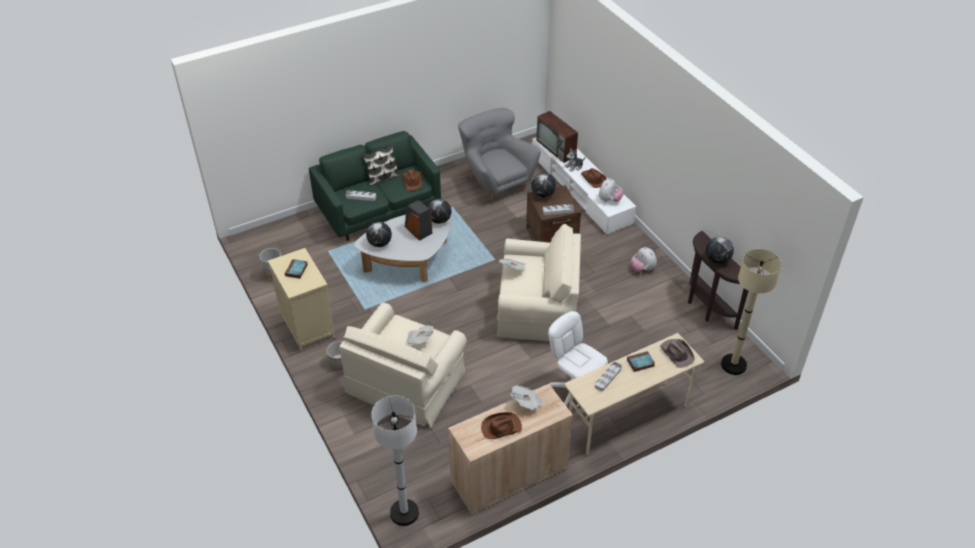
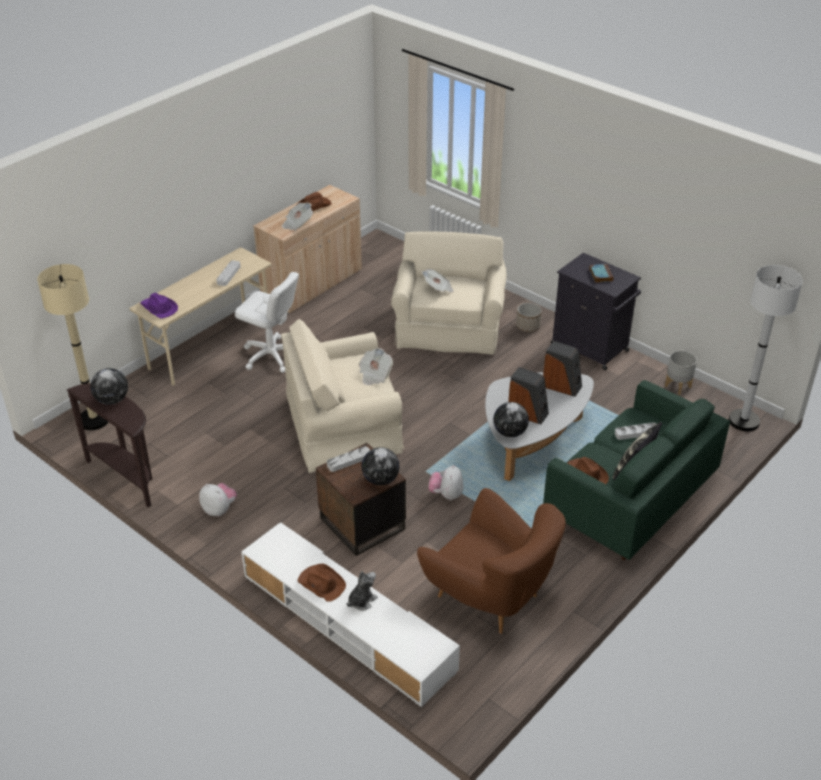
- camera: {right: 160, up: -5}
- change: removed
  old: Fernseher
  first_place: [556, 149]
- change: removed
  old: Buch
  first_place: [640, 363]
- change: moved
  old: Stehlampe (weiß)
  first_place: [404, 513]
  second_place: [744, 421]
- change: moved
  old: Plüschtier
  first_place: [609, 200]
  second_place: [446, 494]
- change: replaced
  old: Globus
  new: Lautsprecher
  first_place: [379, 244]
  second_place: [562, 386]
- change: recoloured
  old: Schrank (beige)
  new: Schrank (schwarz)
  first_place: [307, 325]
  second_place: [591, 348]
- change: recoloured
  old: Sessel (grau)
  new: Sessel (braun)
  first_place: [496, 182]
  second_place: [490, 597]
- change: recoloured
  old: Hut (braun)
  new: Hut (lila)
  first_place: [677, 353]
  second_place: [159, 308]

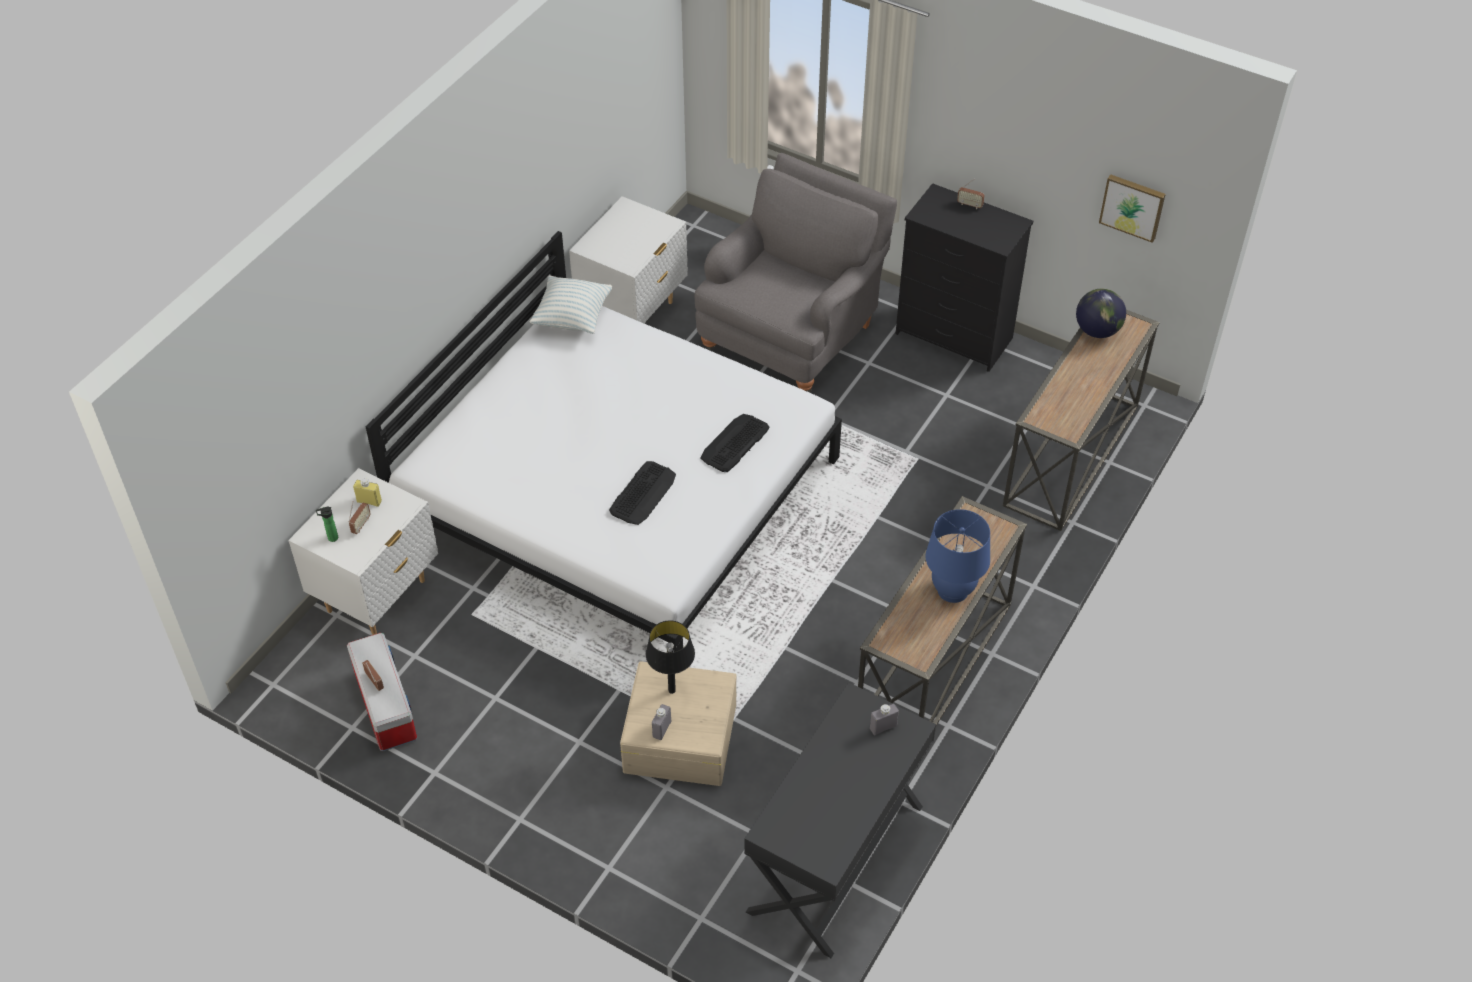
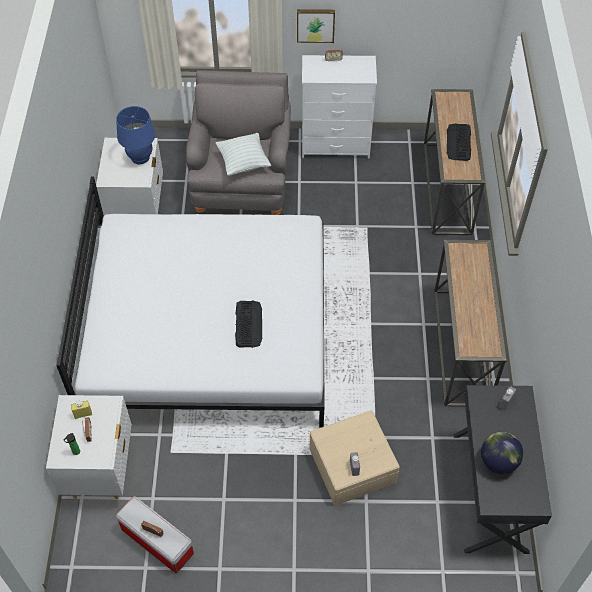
- camera: {right: -30, up: 5}
- change: removed
  old: Tischlampe (schwarz)
  first_place: [671, 690]
- change: moved
  old: Kissen
  first_place: [572, 318]
  second_place: [243, 163]
- change: moved
  old: Tastatur
  first_place: [734, 443]
  second_place: [459, 142]
- change: moved
  old: Tischlampe (blau)
  first_place: [953, 590]
  second_place: [140, 157]
- change: moved
  old: Globus
  first_place: [1097, 331]
  second_place: [498, 462]
- change: moved
  old: Bild
  first_place: [1133, 206]
  second_place: [315, 24]
- change: recoloured
  old: Kommode (schwarz)
  new: Kommode (weiß)
  first_place: [954, 336]
  second_place: [336, 145]

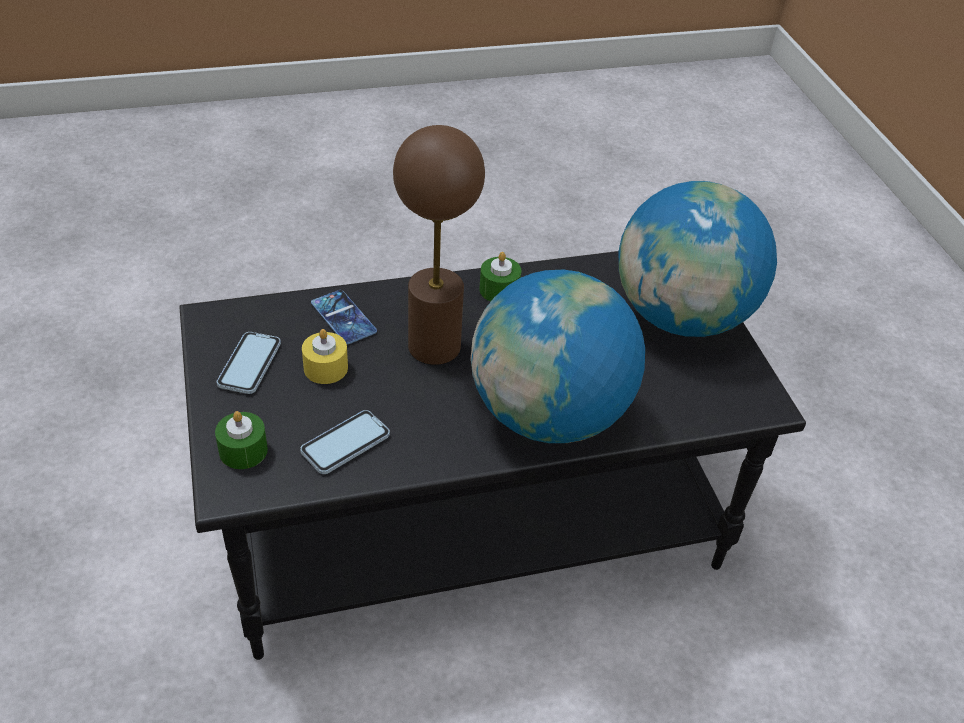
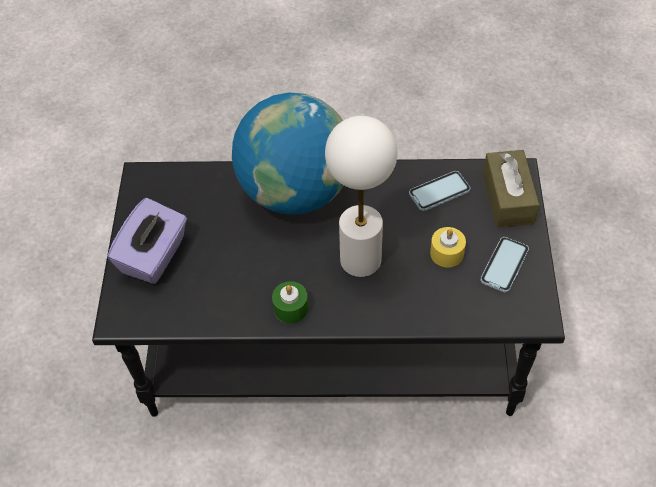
- camera: {right: -160, up: 10}
- change: removed
  old: Handy
  first_place: [343, 317]
- change: replaced
  old: Kerze (grün)
  new: Taschentuchbox (braun)
  first_place: [243, 450]
  second_place: [508, 198]
- change: replaced
  old: Globus
  new: Taschentuchbox (lila)
  first_place: [682, 317]
  second_place: [154, 256]
- change: recoloured
  old: Tischlampe (braun)
  new: Tischlampe (weiß)
  first_place: [433, 346]
  second_place: [361, 260]

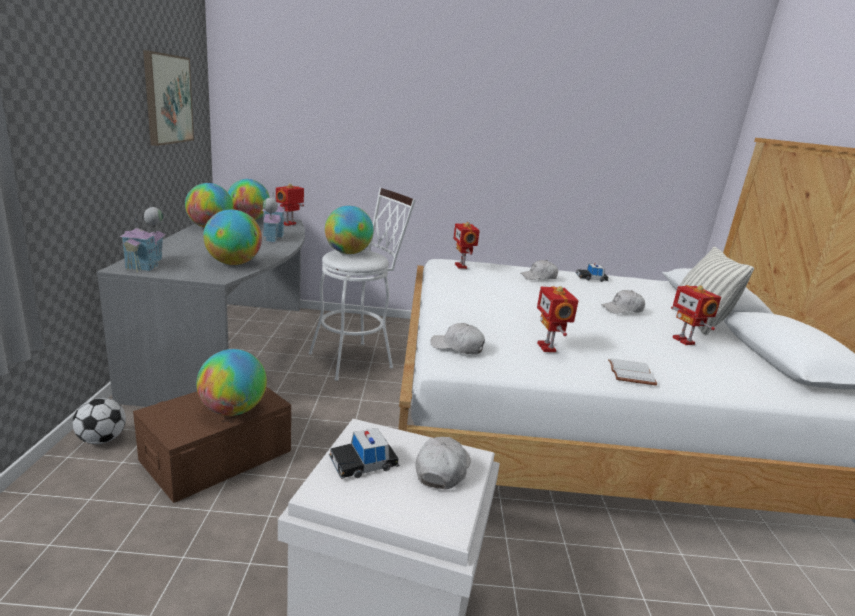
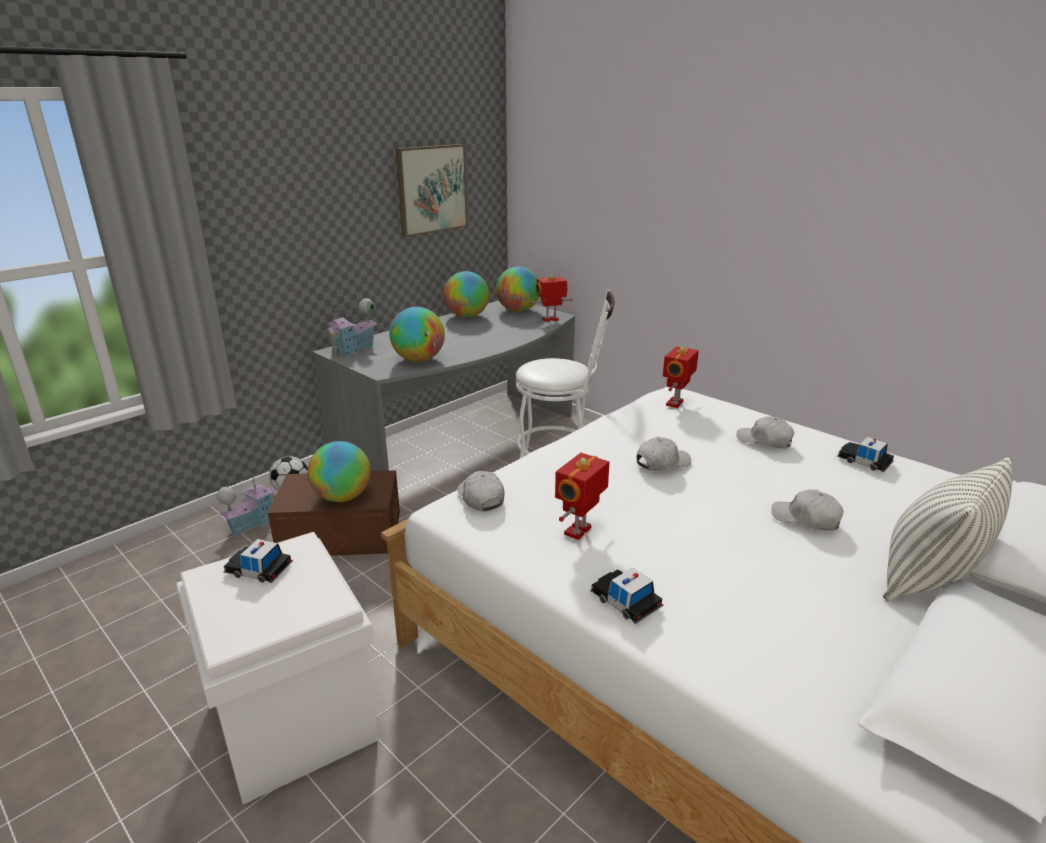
- camera: {right: 45, up: 5}
- change: removed
  old: Globus
  first_place: [348, 253]
- change: removed
  old: Spielzeugroboter
  first_place: [684, 341]
- change: moved
  old: Spielzeughaus
  first_place: [272, 237]
  second_place: [252, 524]
- change: moved
  old: Kappe (weiß)
  first_place: [442, 469]
  second_place: [662, 462]
- change: replaced
  old: Buch (weiß)
  new: Spielzeugauto
  first_place: [632, 374]
  second_place: [625, 601]

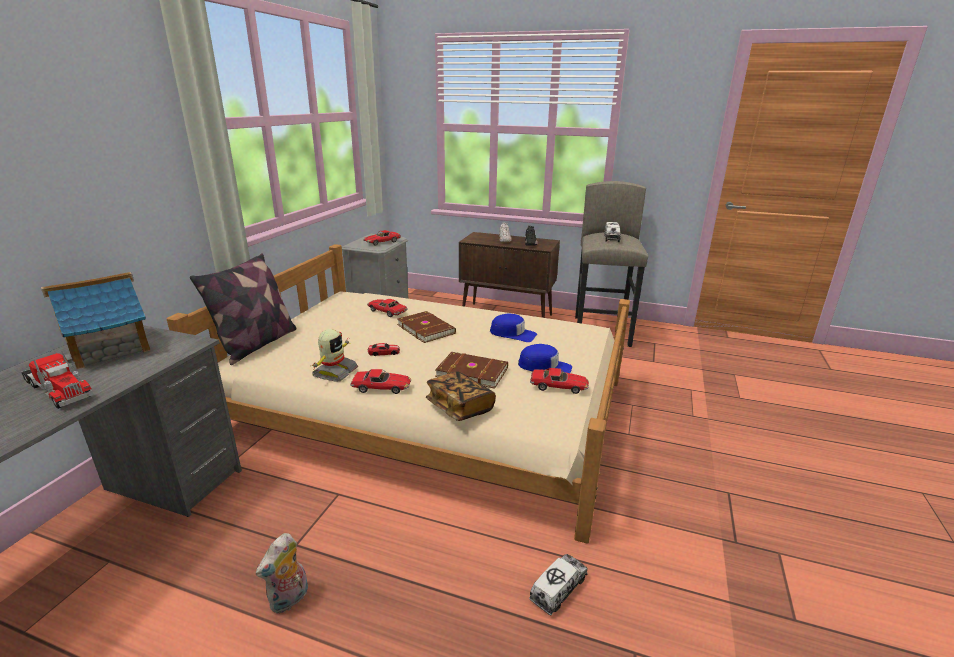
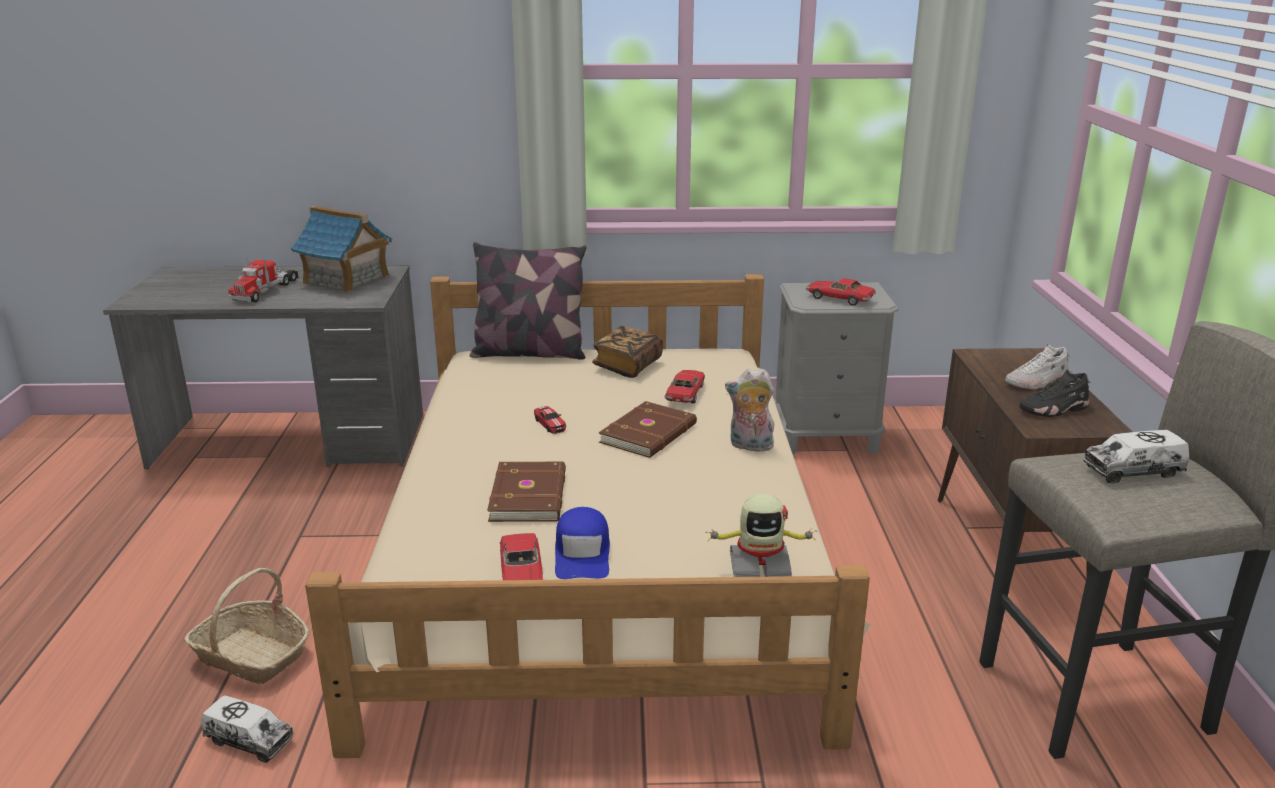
- camera: {right: 70, up: 0}
- change: removed
  old: Spielzeugauto
  first_place: [382, 387]
- change: removed
  old: Kappe (blau)
  first_place: [513, 334]
- change: added
  new: Korb
  second_place: [252, 656]
- change: moved
  old: Plüschtier
  first_place: [290, 600]
  second_place: [749, 446]
- change: moved
  old: Spielzeugroboter
  first_place: [334, 372]
  second_place: [759, 568]
- change: moved
  old: Buch
  first_place: [460, 407]
  second_place: [627, 366]

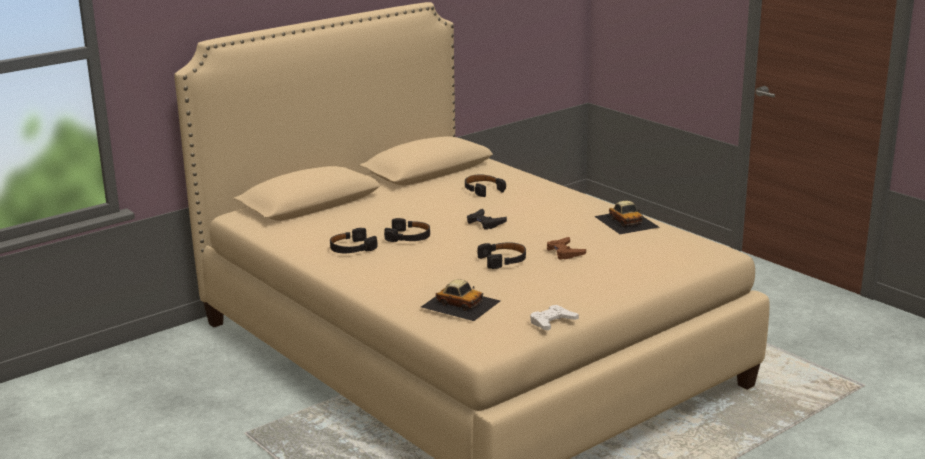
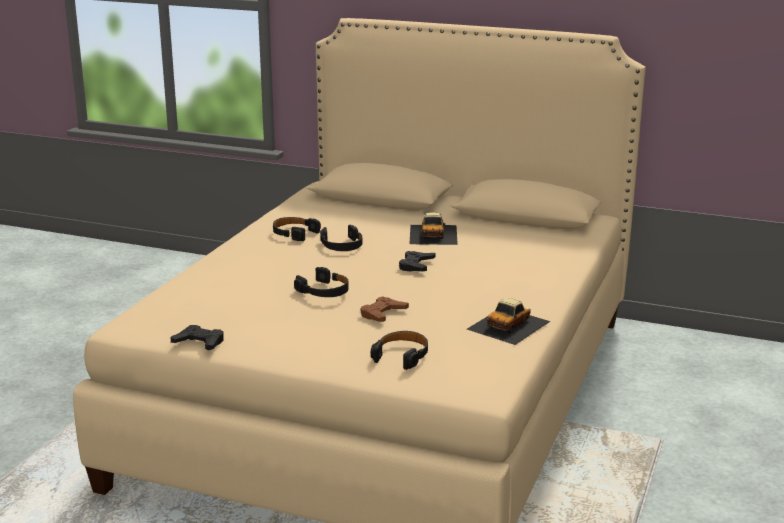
- camera: {right: 60, up: 0}
- change: moved
  old: Spielzeugauto
  first_place: [460, 303]
  second_place: [433, 234]
- change: moved
  old: Kopfhörer (schwarz)
  first_place: [483, 189]
  second_place: [402, 355]
- change: recoloured
  old: Gamepad (weiß)
  new: Gamepad (schwarz)
  first_place: [552, 322]
  second_place: [199, 342]

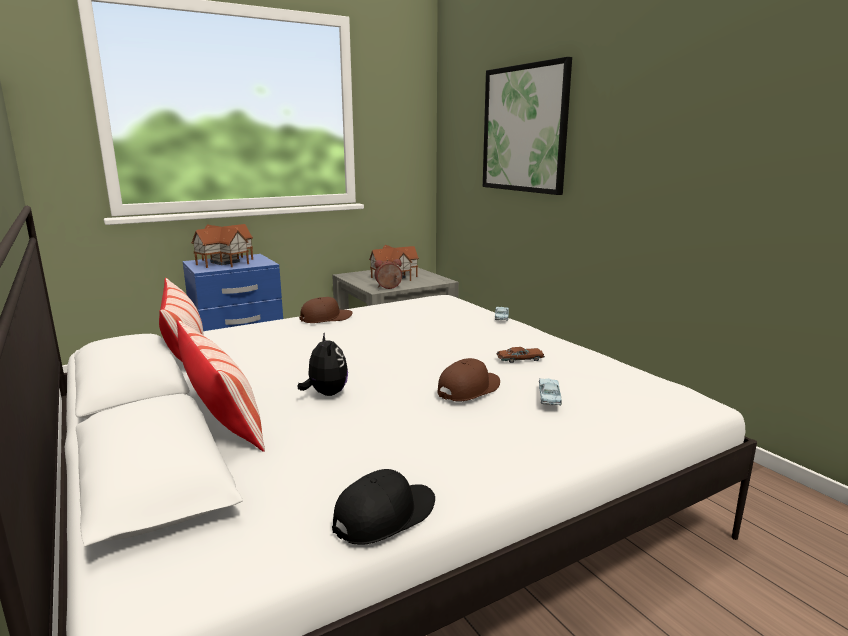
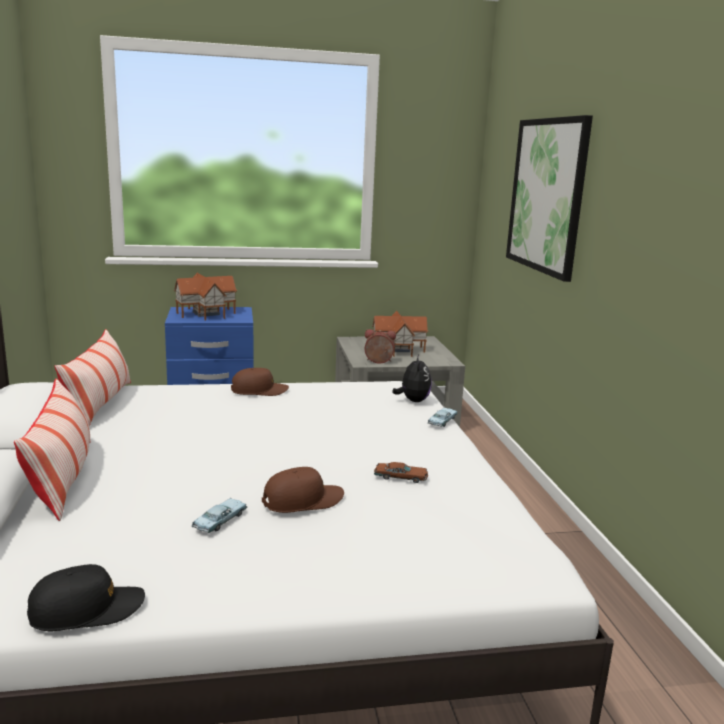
- camera: {right: 20, up: 0}
- change: moved
  old: Plüschtier
  first_place: [326, 394]
  second_place: [413, 400]
- change: moved
  old: Spielzeugauto (blau)
  first_place: [549, 396]
  second_place: [220, 521]

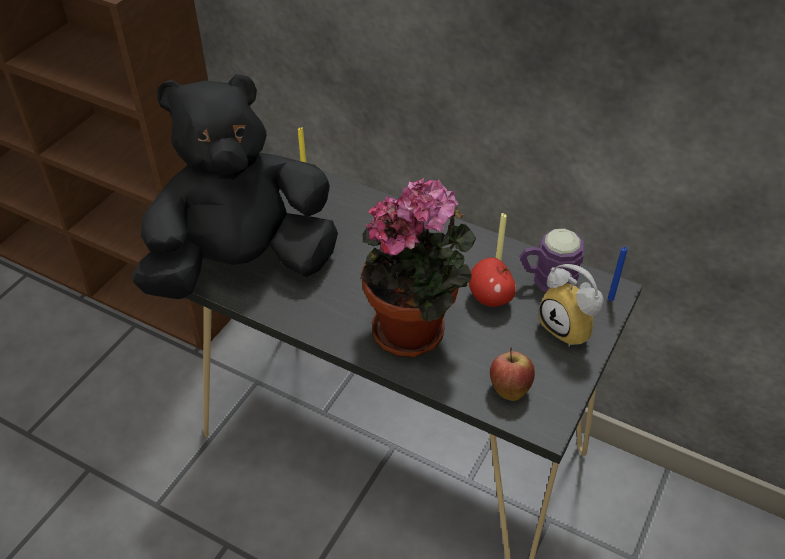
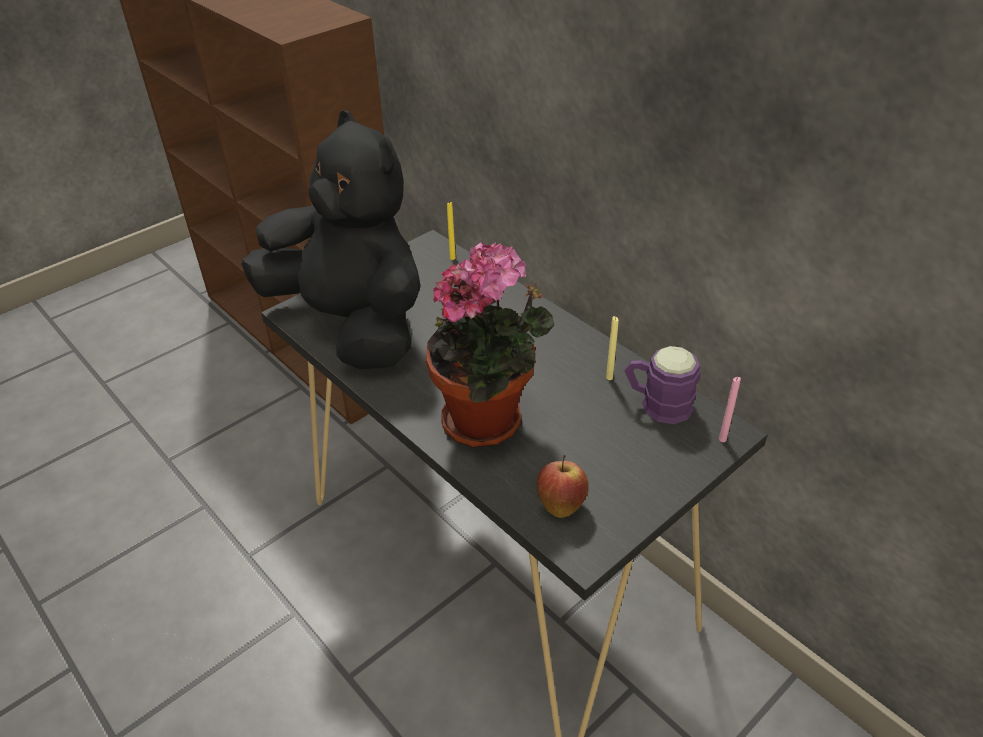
- camera: {right: 20, up: -5}
- change: removed
  old: Apfel
  first_place: [490, 298]
- change: removed
  old: Wecker
  first_place: [571, 328]
- change: recoloured
  old: Kerze (blau)
  new: Kerze (rosa)
  first_place: [610, 298]
  second_place: [722, 439]
- change: turned
  old: Plüschtier (schwarz)
  first_place: [243, 265]
  second_place: [352, 324]
  degrees: 45

